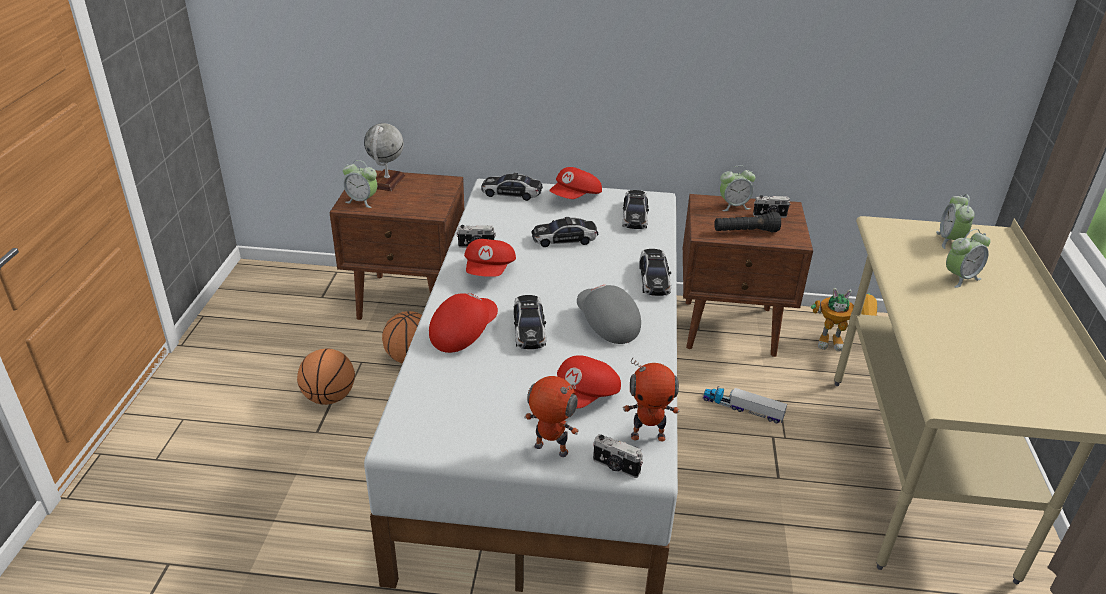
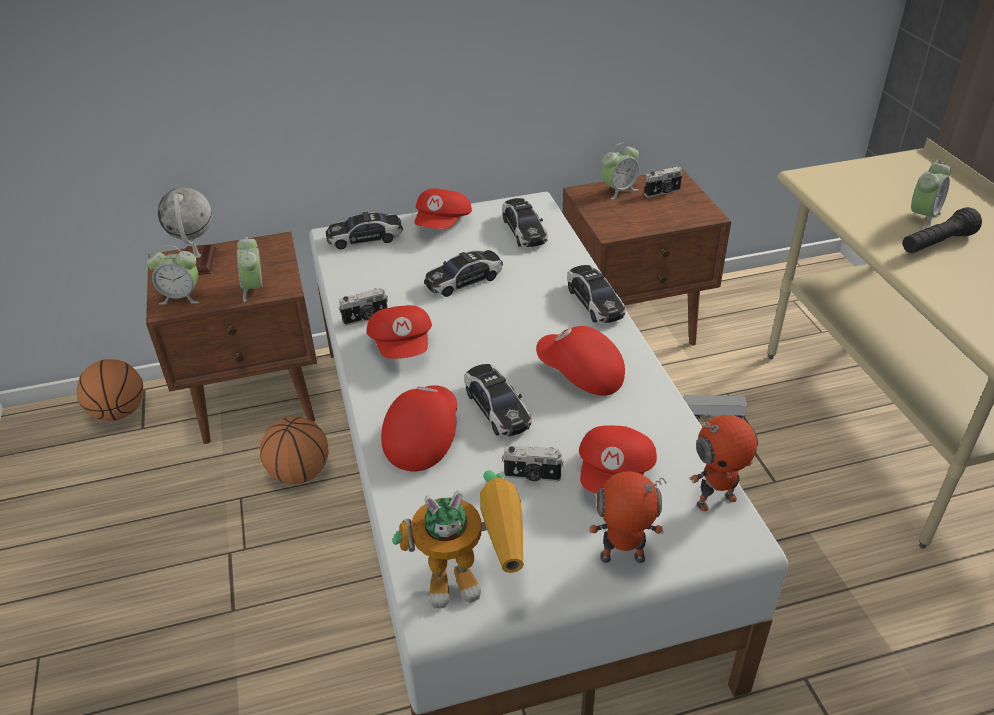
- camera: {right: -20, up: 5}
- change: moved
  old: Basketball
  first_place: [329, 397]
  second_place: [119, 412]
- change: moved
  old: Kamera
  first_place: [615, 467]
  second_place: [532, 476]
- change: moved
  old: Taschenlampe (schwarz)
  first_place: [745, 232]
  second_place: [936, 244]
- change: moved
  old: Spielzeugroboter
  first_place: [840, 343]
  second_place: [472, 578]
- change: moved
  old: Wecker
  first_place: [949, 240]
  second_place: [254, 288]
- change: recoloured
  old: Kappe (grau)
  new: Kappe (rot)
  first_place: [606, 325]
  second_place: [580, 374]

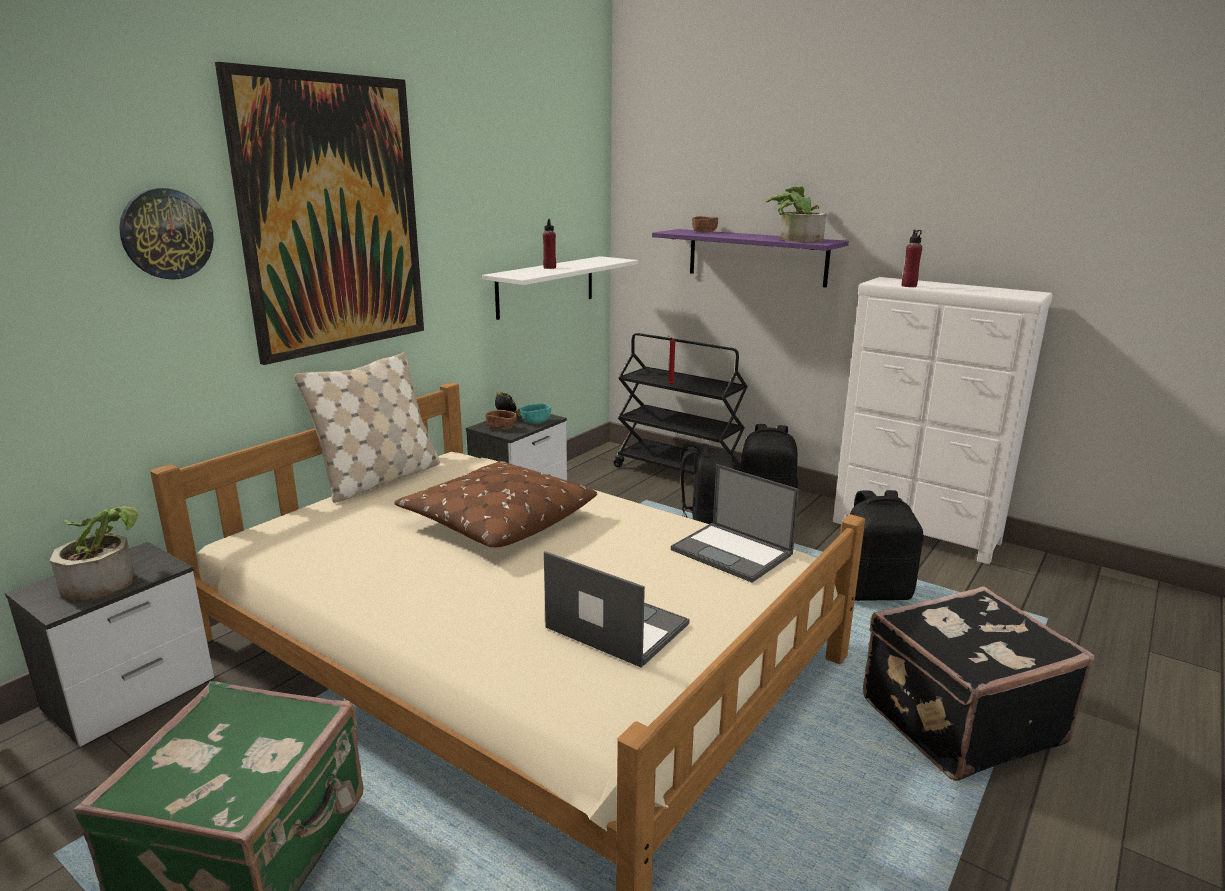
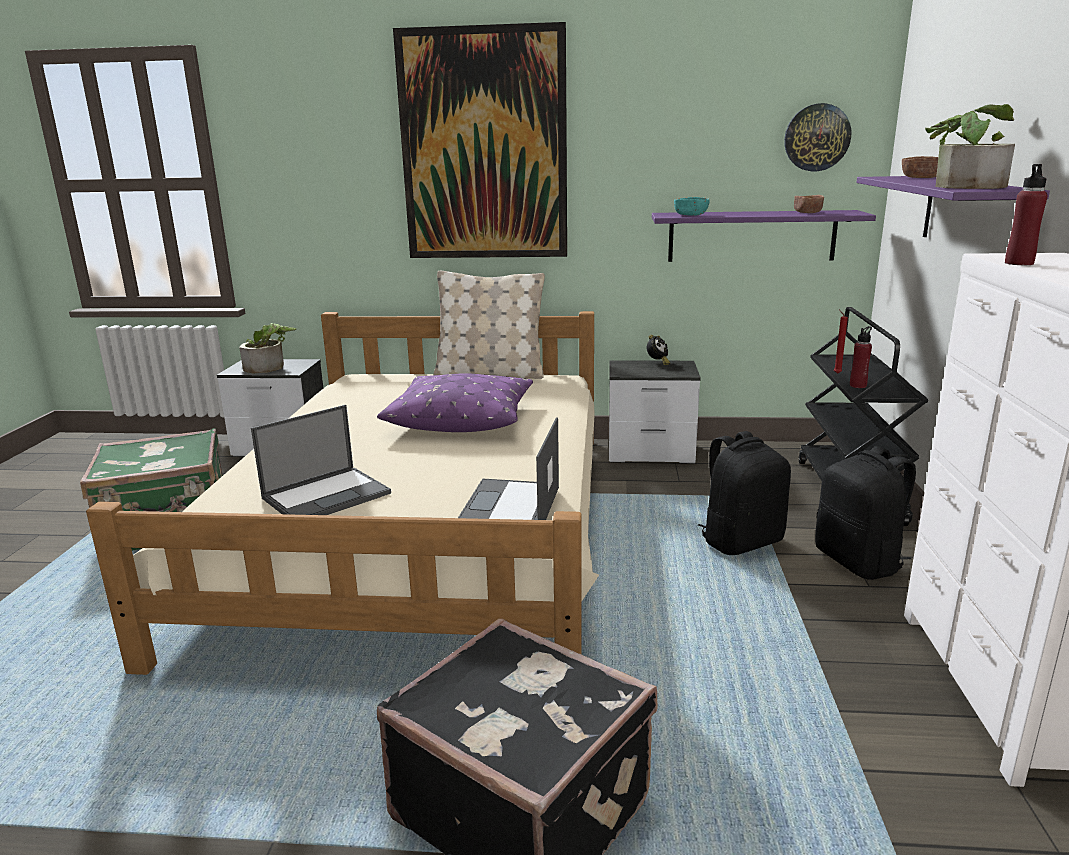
- camera: {right: 60, up: 0}
- change: removed
  old: Rucksack (schwarz)
  first_place: [873, 592]
- change: moved
  old: Wanduhr
  first_place: [166, 234]
  second_place: [817, 137]
- change: moved
  old: Schüssel (braun)
  first_place: [501, 427]
  second_place: [807, 212]
- change: moved
  old: Schüssel (türkis)
  first_place: [536, 421]
  second_place: [690, 215]
- change: moved
  old: Flasche (rot)
  first_place: [549, 267]
  second_place: [858, 385]
- change: recoloured
  old: Kissen (braun)
  new: Kissen (lila)
  first_place: [497, 521]
  second_place: [461, 418]
- change: recoloured
  old: Wandregal (weiß)
  new: Wandregal (lila)
  first_place: [546, 286]
  second_place: [751, 236]
- change: turned
  old: Laptop
  first_place: [615, 625]
  second_place: [327, 495]
  degrees: 45

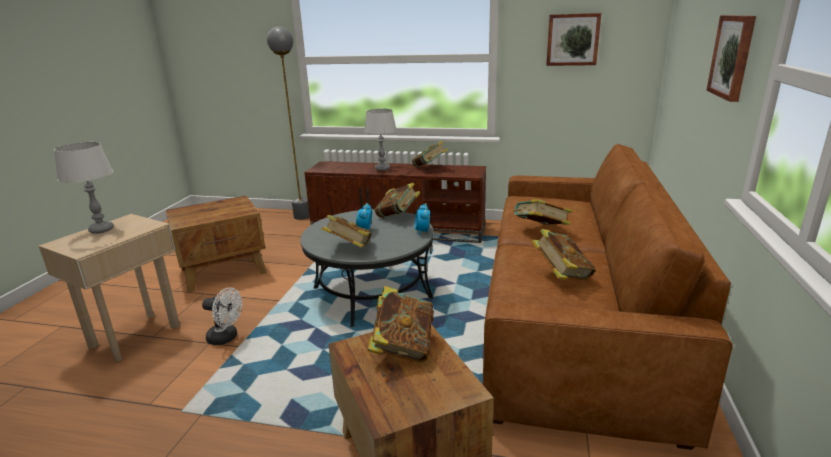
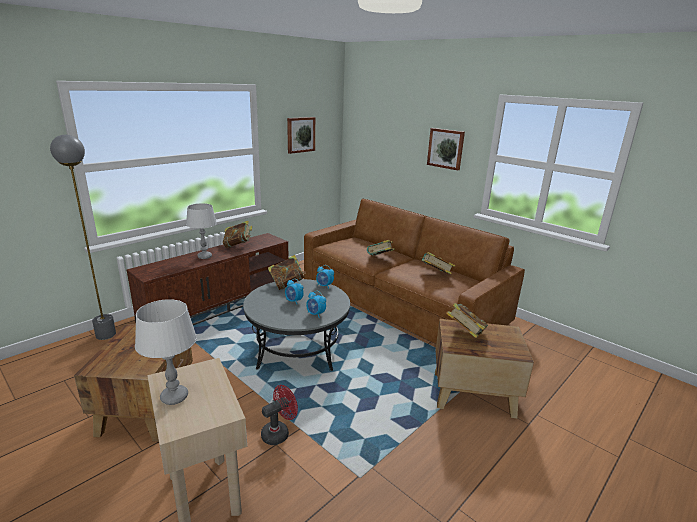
- camera: {right: -60, up: 0}
- change: replaced
  old: Buch
  new: Wecker
  first_place: [349, 248]
  second_place: [315, 314]
- change: recoloured
  old: Ventilator (weiß)
  new: Ventilator (rot)
  first_place: [226, 338]
  second_place: [279, 433]

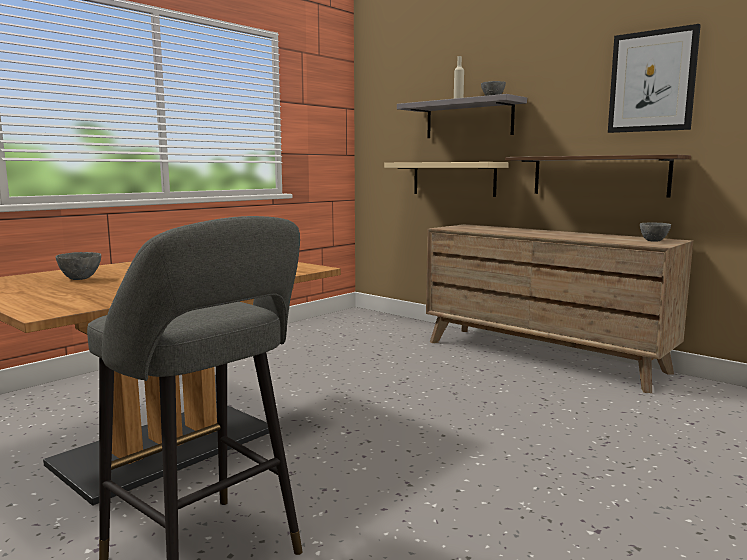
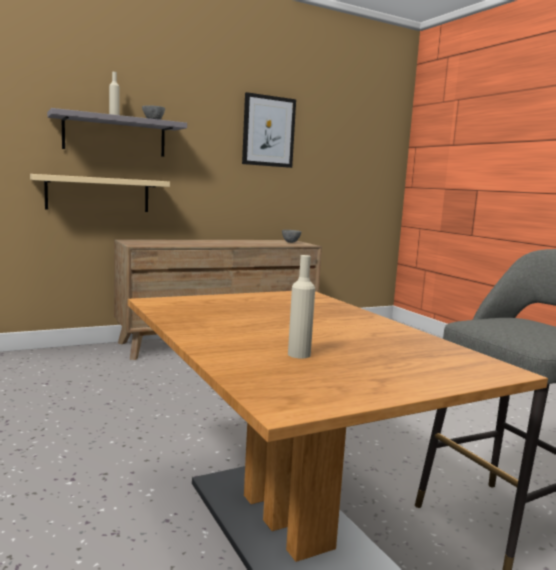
- camera: {right: -70, up: 0}
- change: removed
  old: Wandregal
  first_place: [599, 176]
- change: replaced
  old: Schüssel (grau)
  new: Flasche (beige)
  first_place: [80, 279]
  second_place: [299, 354]

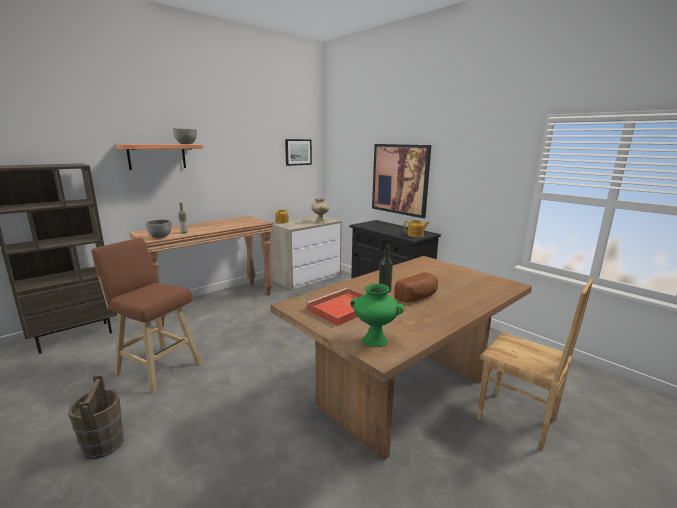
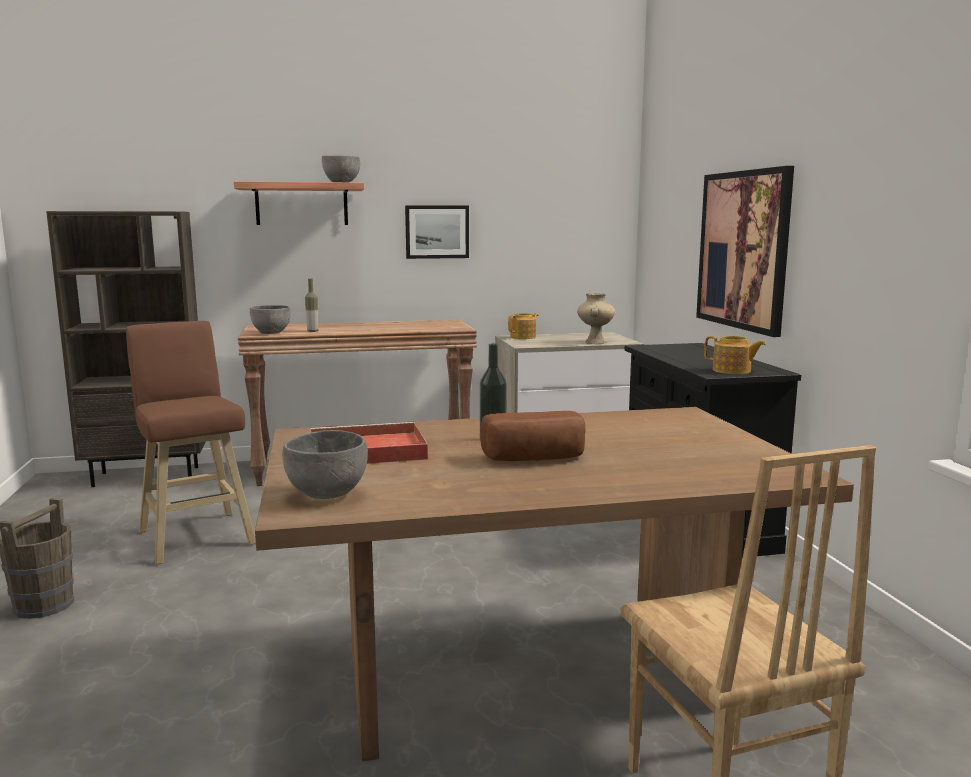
- camera: {right: 30, up: -5}
- change: moved
  old: Bild
  first_place: [298, 152]
  second_place: [437, 232]
- change: replaced
  old: Vase (grün)
  new: Schüssel (grau)
  first_place: [374, 341]
  second_place: [326, 494]

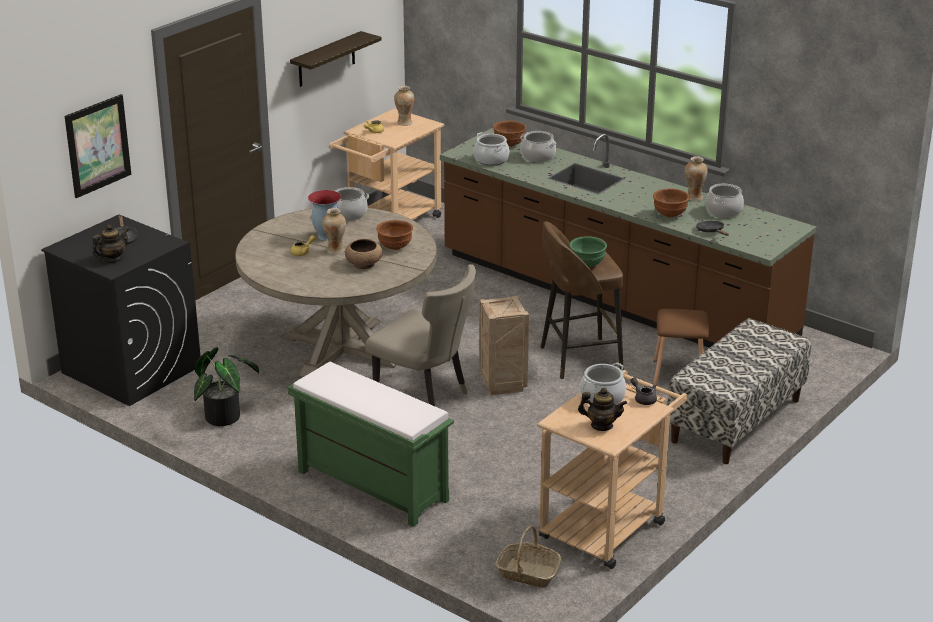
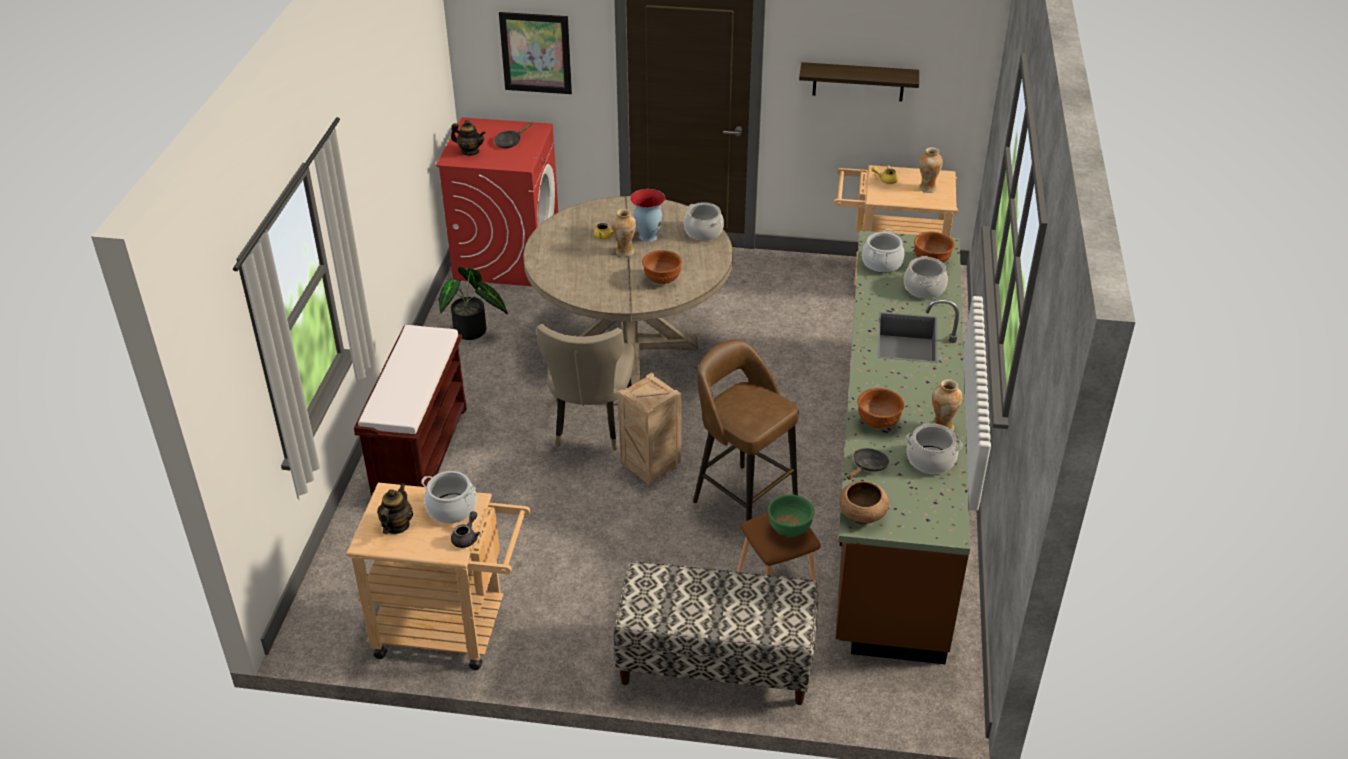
- camera: {right: 60, up: 10}
- change: removed
  old: Korb
  first_place: [528, 573]
- change: moved
  old: Schüssel (braun)
  first_place: [364, 264]
  second_place: [862, 515]
- change: moved
  old: Schüssel (grün)
  first_place: [587, 264]
  second_place: [789, 529]
- change: recoloured
  old: Waschmaschine (schwarz)
  new: Waschmaschine (rot)
  first_place: [130, 369]
  second_place: [507, 256]
- change: recoloured
  old: Bank (grün)
  new: Bank (braun)
  first_place: [371, 486]
  second_place: [421, 452]
- change: turned
  old: Teekanne
  first_place: [601, 425]
  second_place: [396, 526]
  degrees: -150

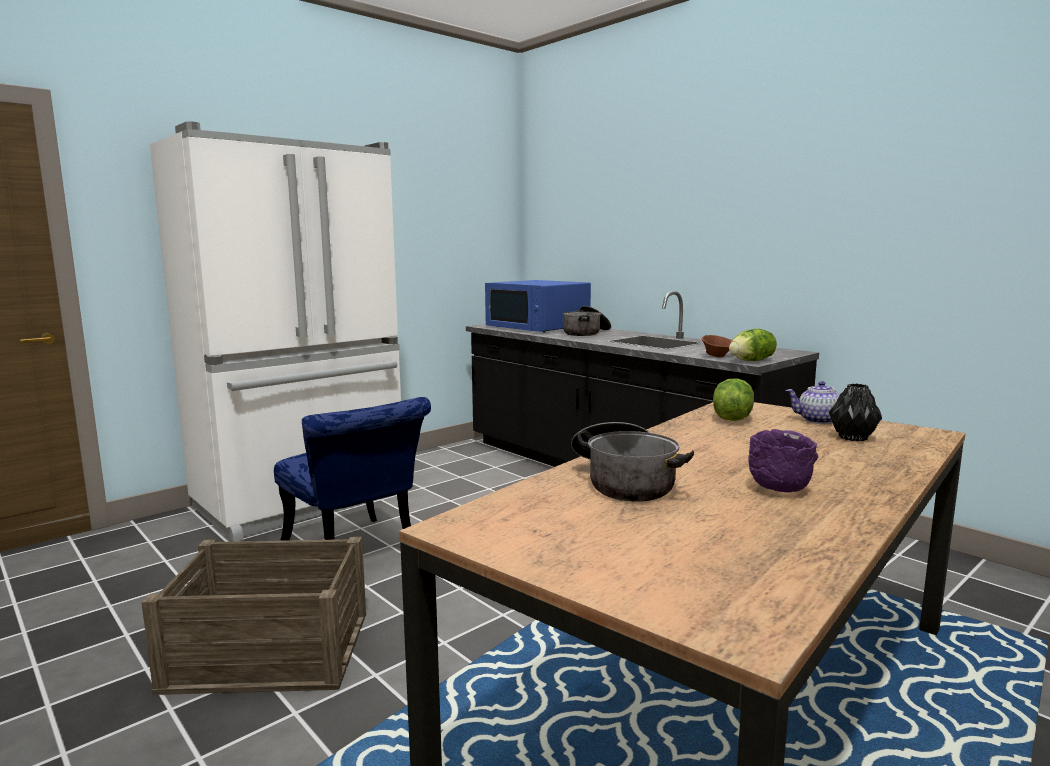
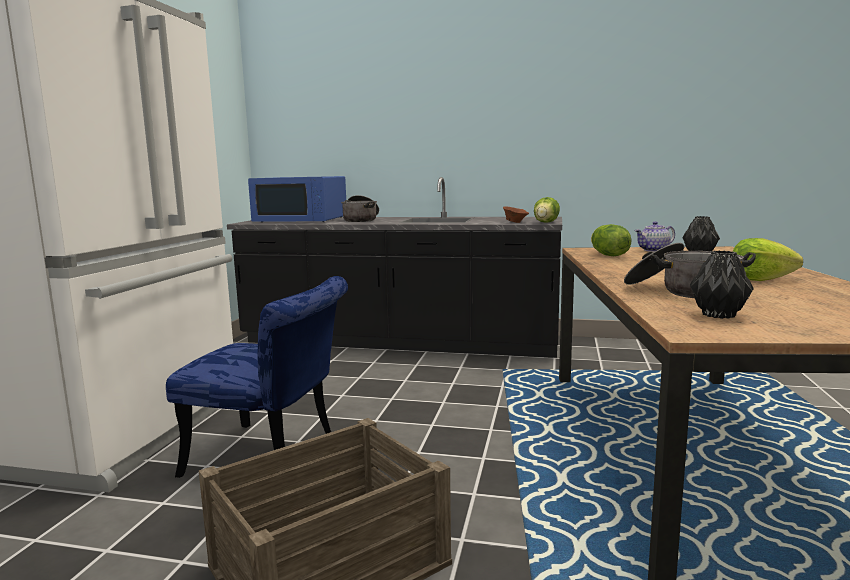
- camera: {right: -35, up: 0}
- change: added
  new: Vase (schwarz)
  second_place: [719, 315]
- change: replaced
  old: Schüssel (lila)
  new: Salatkopf
  first_place: [778, 489]
  second_place: [760, 279]

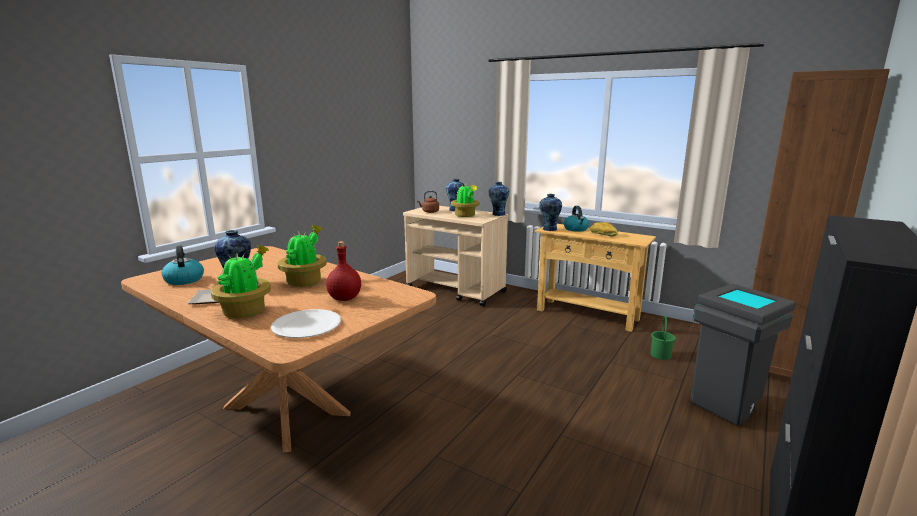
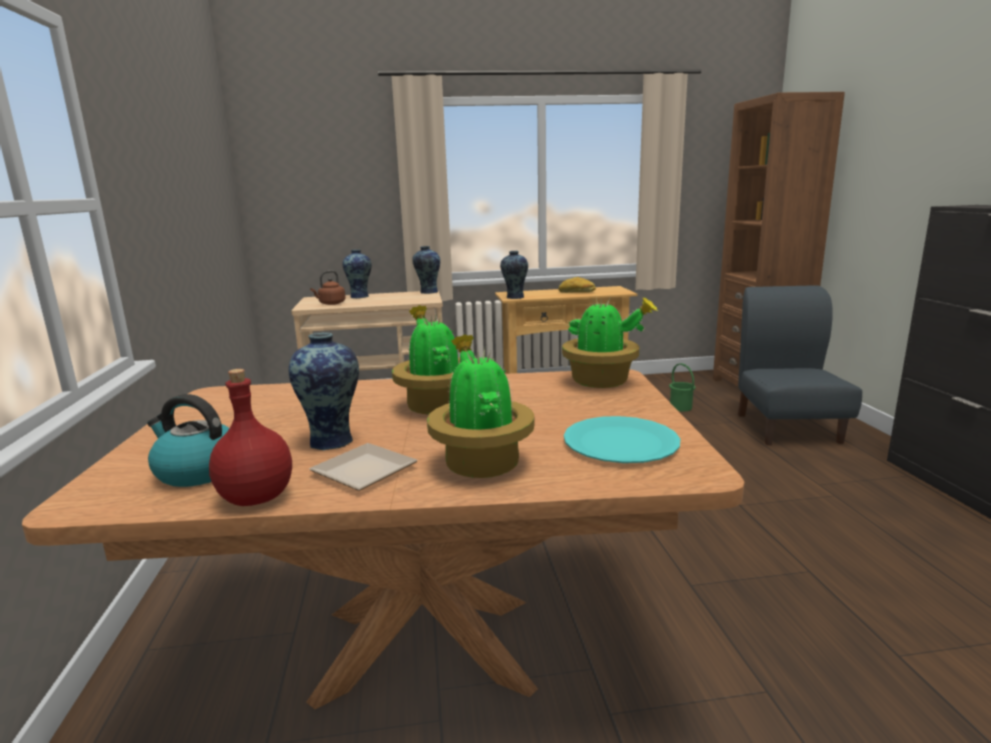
- camera: {right: -40, up: 0}
- change: removed
  old: Wasserkessel
  first_place: [576, 229]
- change: moved
  old: Flasche (rot)
  first_place: [345, 298]
  second_place: [257, 497]
- change: moved
  old: Topfpflanze
  first_place: [465, 215]
  second_place: [602, 382]
- change: replaced
  old: Mülleimer (grau)
  new: Stuhl (blau)
  first_place: [726, 406]
  second_place: [787, 427]
- change: recoloured
  old: Teller (weiß)
  new: Teller (türkis)
  first_place: [306, 325]
  second_place: [620, 443]

